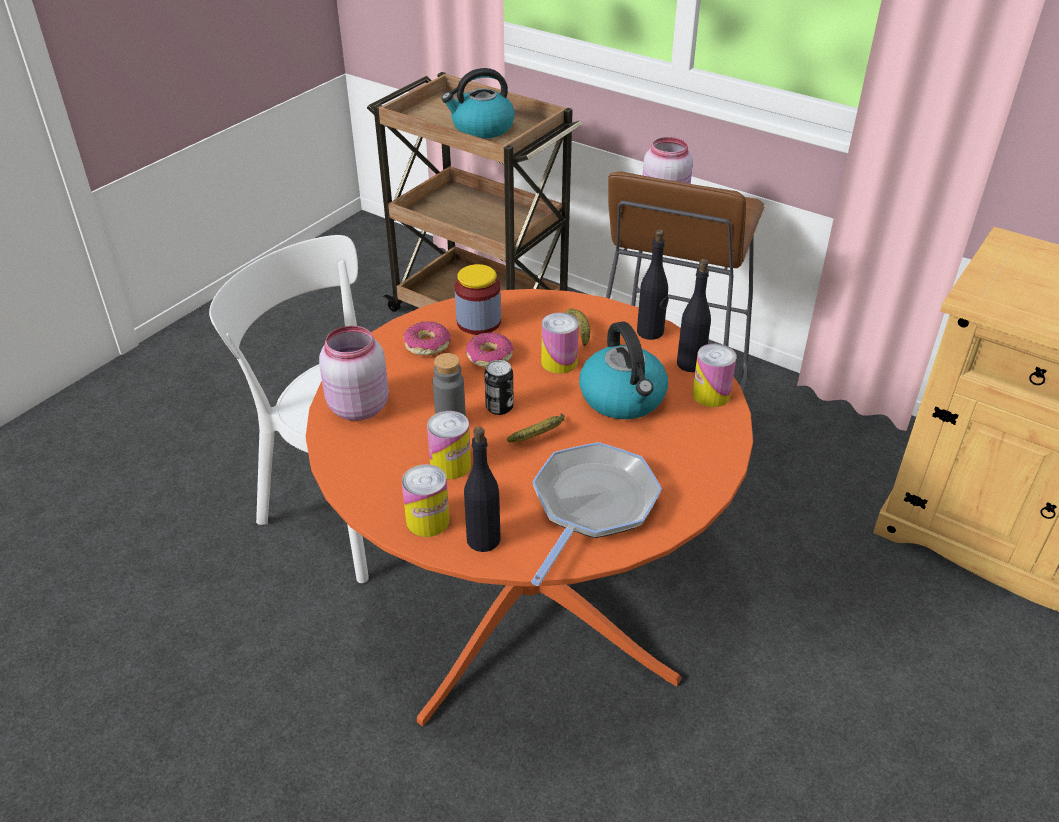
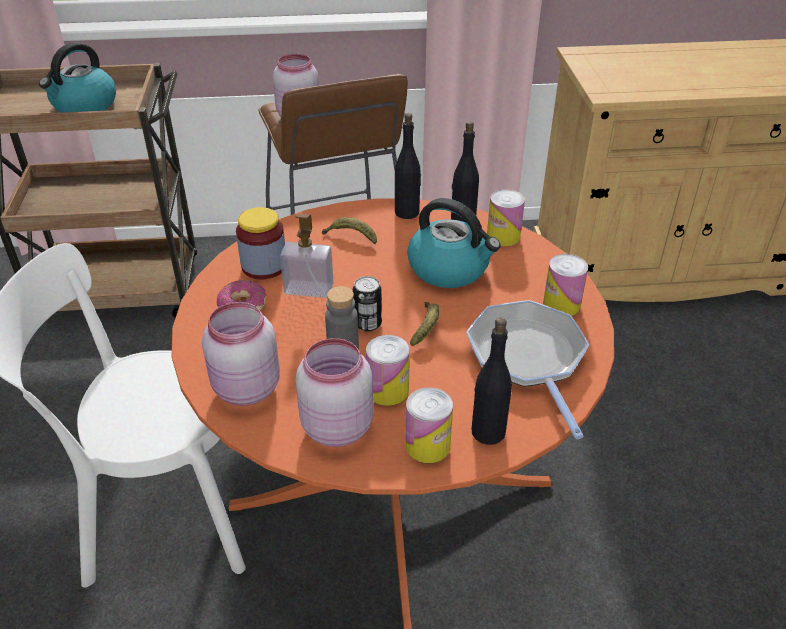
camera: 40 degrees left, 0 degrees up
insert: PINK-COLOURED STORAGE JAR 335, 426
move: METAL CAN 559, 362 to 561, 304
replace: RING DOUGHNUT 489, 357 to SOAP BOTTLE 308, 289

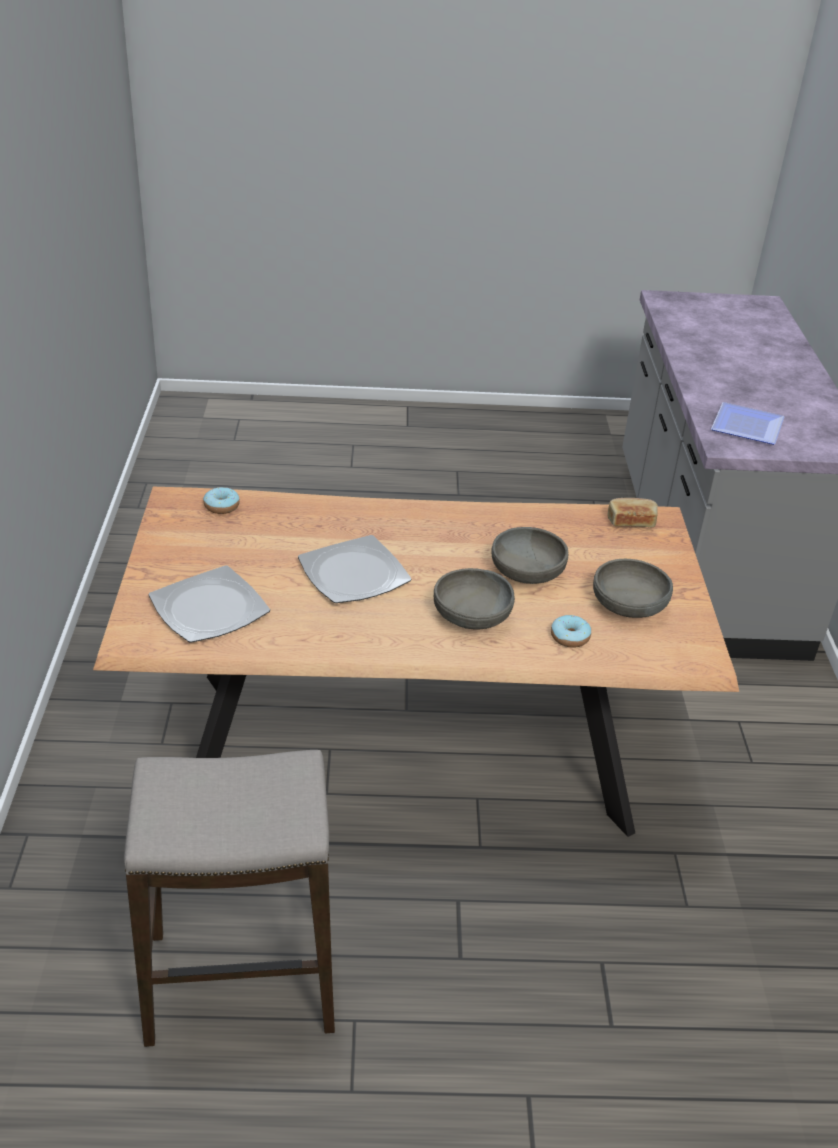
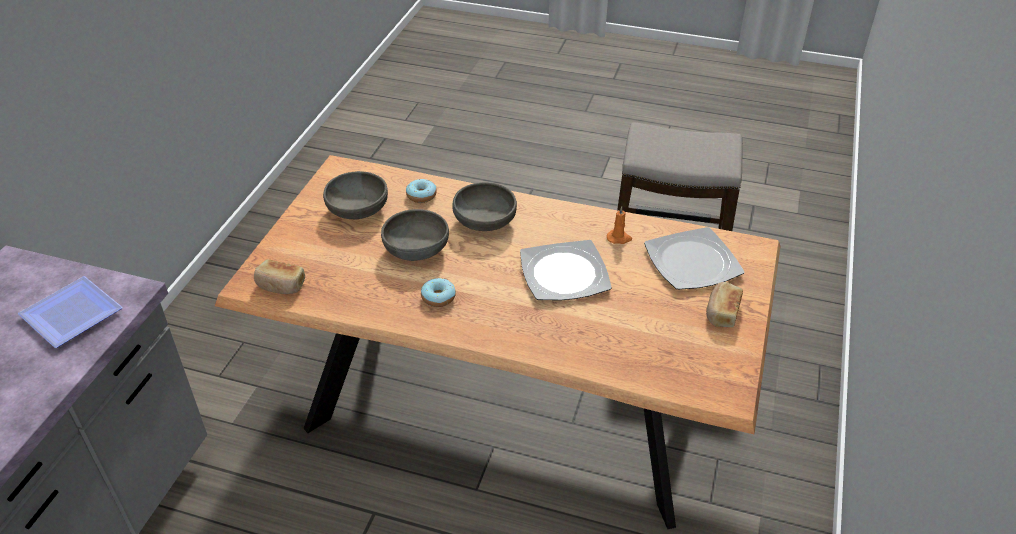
camera: 160 degrees left, 5 degrees up
insert: ORANGE-COLOURED WAX LIGHT 619, 238; BREAD 721, 312
move: RING DOUGHNUT 221, 506 to 438, 297

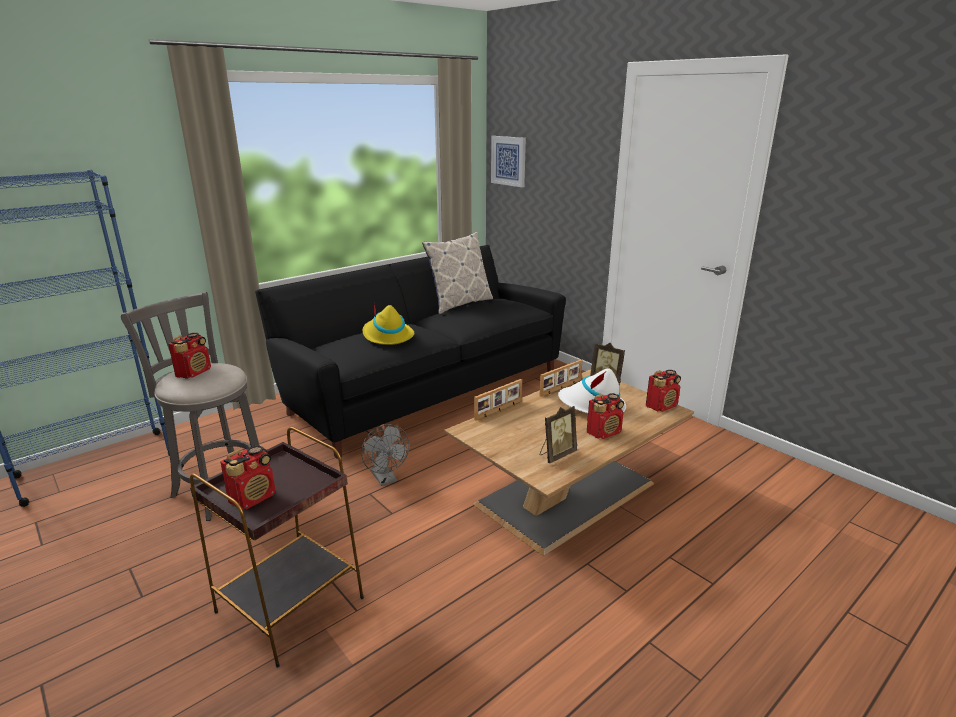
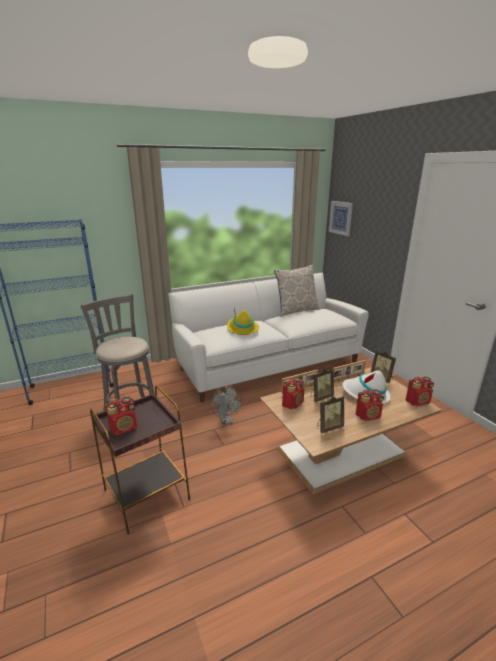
camera: 15 degrees right, 0 degrees up
insert: STANDING FRAME 320, 397
move: RADIO 194, 372 to 293, 403
recolor: BLACK-COLOURED COUCH 424, 389 to WHITISH COUCH 267, 363

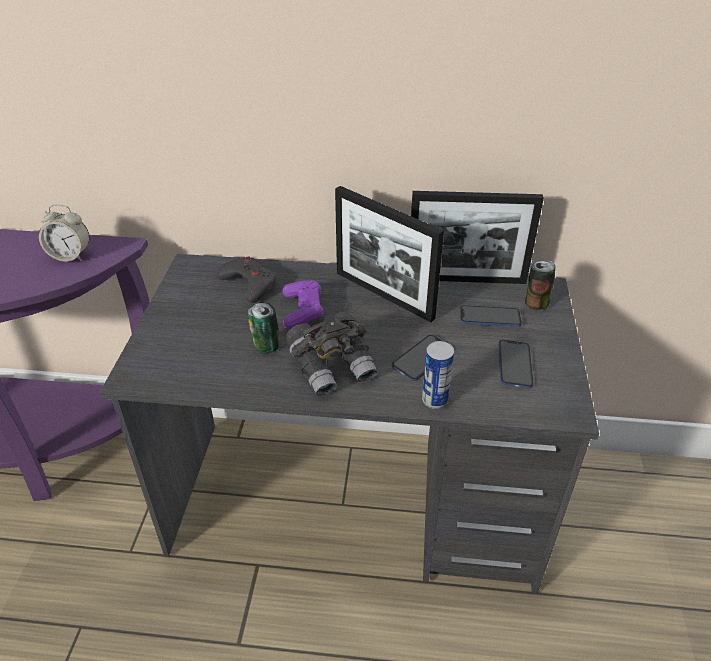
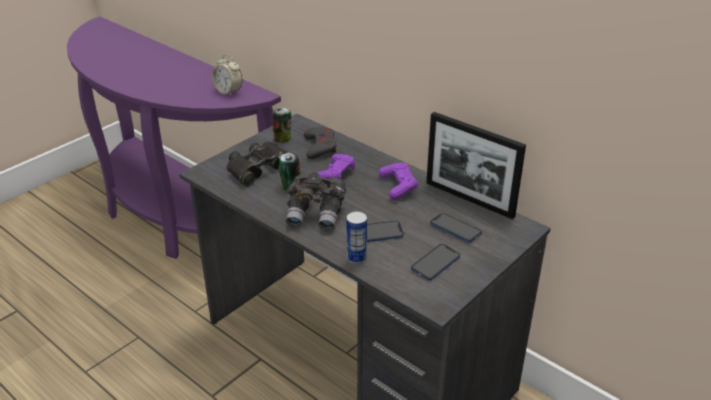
camera: 35 degrees right, 5 degrees down
insert: BLACK-COLOURED FIELD GLASSES 259, 168
move: METAL CAN 536, 303 to 283, 139
replace: STANDING FRAME 384, 295 to PURPLE-COLOURED JOYPAD 398, 186

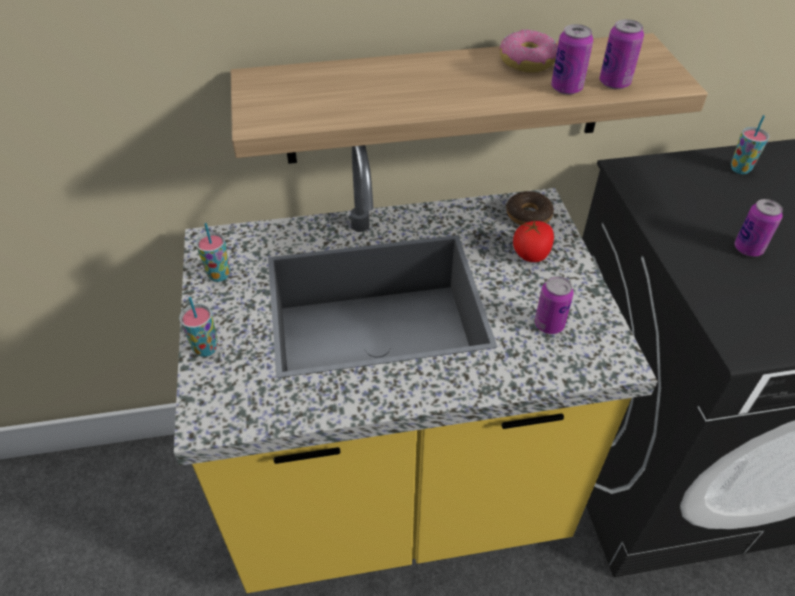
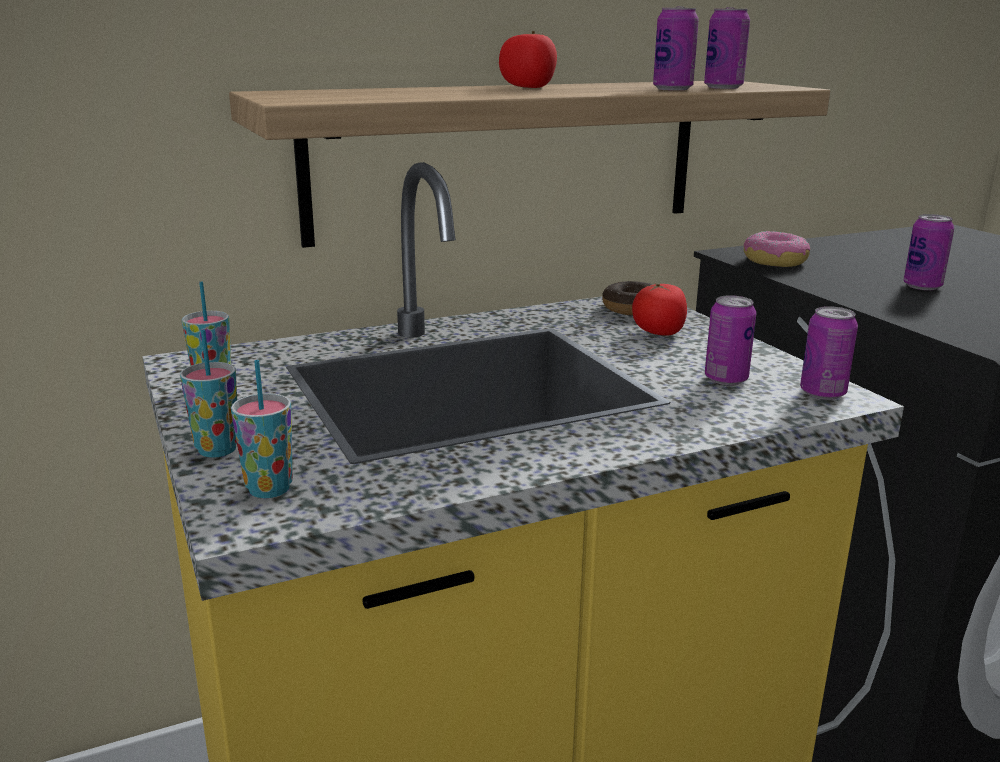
camera: 15 degrees left, 25 degrees down
insert: FRESH TOMATO 528, 87; METAL CAN 822, 393
move: SMALL CUP 740, 169 to 269, 489; RING DOUGHNUT 526, 61 to 774, 261

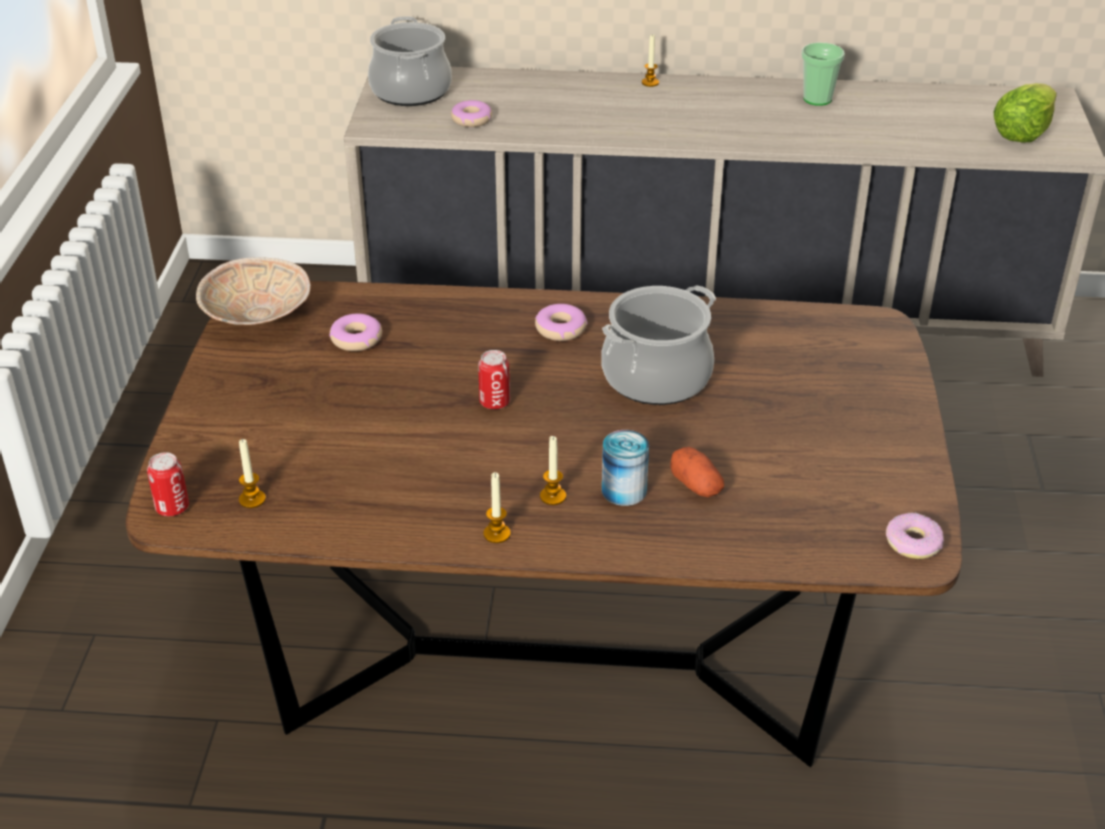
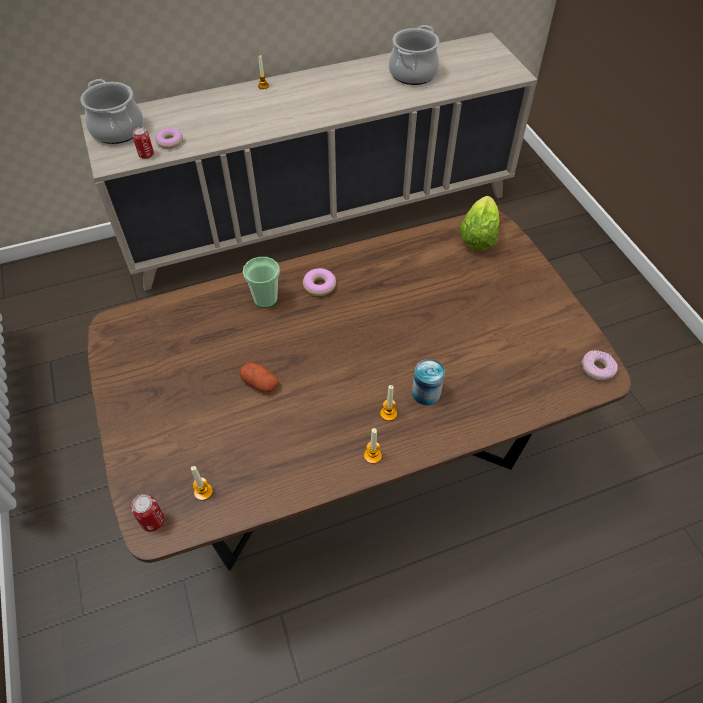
camera: 25 degrees left, 15 degrees up
delete: BEIGE BOWL 257, 317; RING DOUGHNUT 356, 339
move: METAL CAN 494, 402 to 146, 155; SPUD 696, 485 to 260, 383; SMALL CUP 817, 99 to 265, 299; COOKING POT 656, 377 to 412, 73; LETTUCE HEAD 1021, 134 to 478, 237

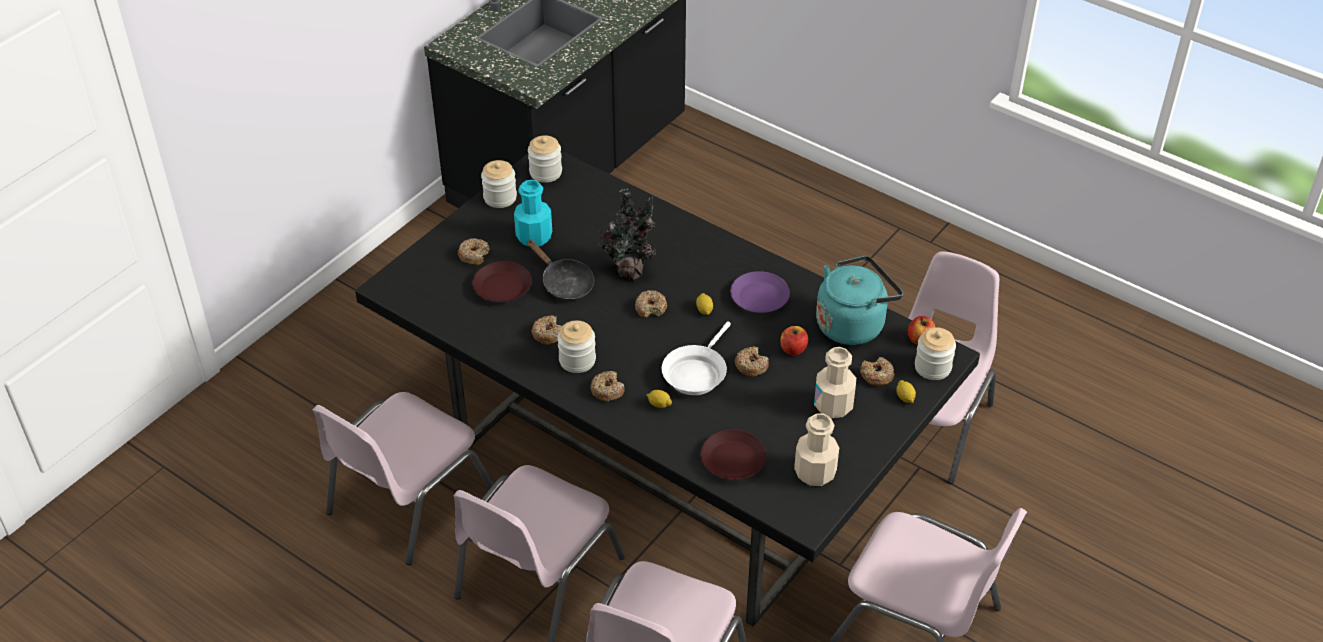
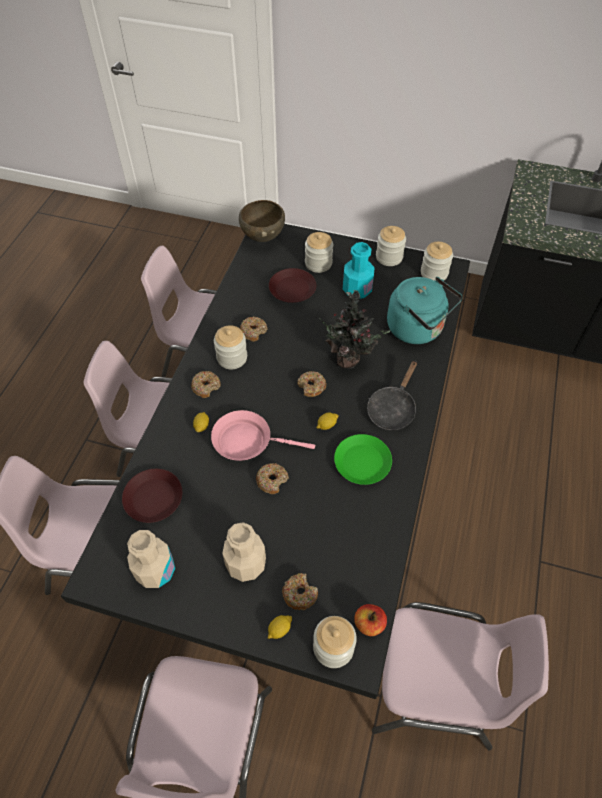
camera: 70 degrees right, 10 degrees up
delete: WHOLE APPLE 793, 349
insert: BROWNISH BOWL 263, 237
move: BLACK-COLOURED PAN 564, 283 to 392, 409; BLUE-GREEN WATER KETTLE 853, 324 to 418, 329
replace: RING DOUGHNUT 474, 255 to STORAGE JAR 318, 263
recolor: WHITISH PAN 696, 373 to PINK-COLOURED PAN 247, 441; PURPLE-COLOURED PLATE 759, 297 to GREEN-COLOURED PLATE 362, 462

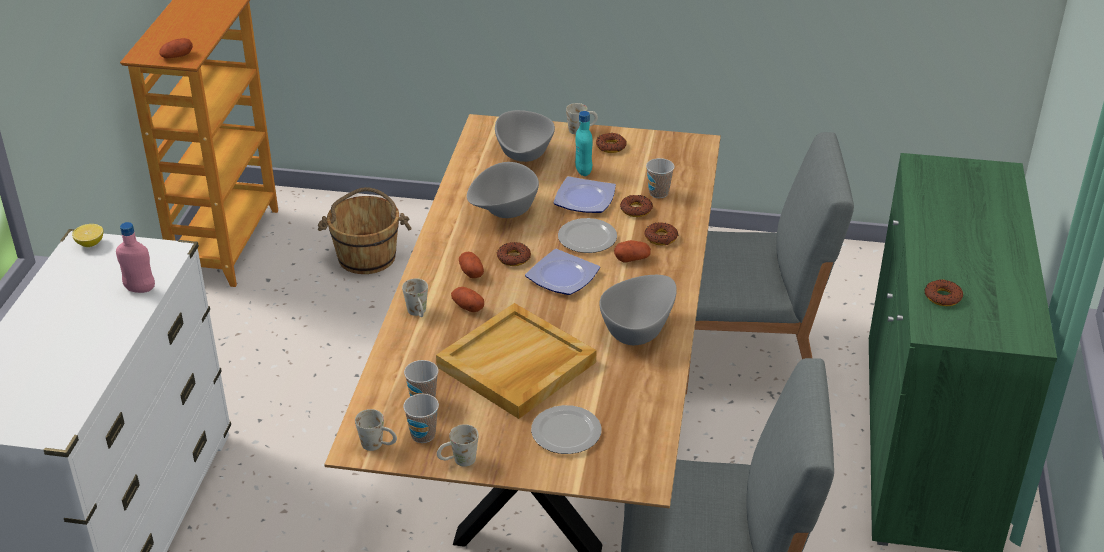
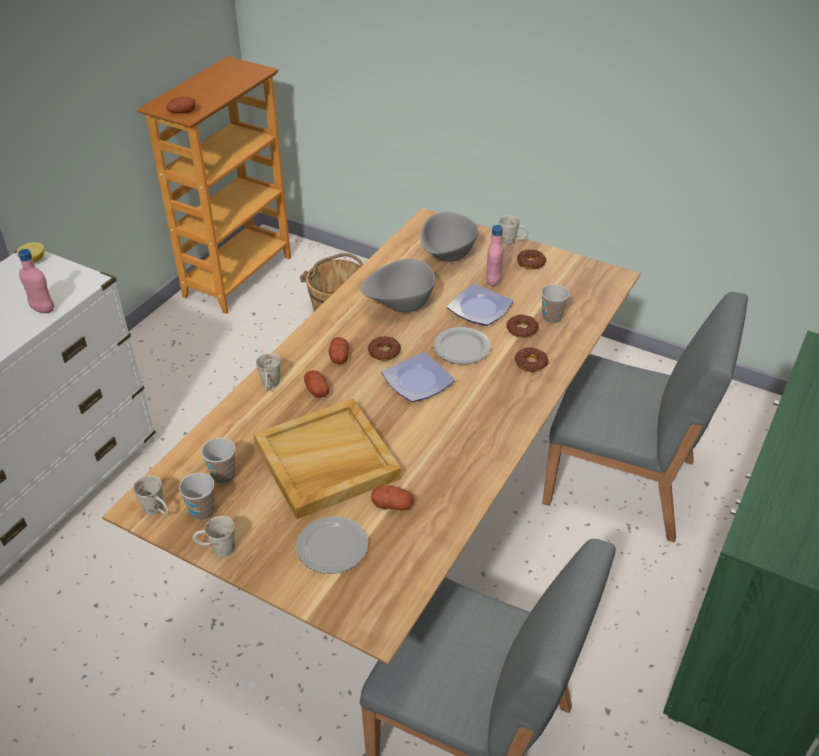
camera: 20 degrees right, 5 degrees up
delete: GRAY BOWL 638, 330; RING DOUGHNUT 942, 297
move: SPUD 632, 258 to 392, 505
recolor: BLUE-GREEN DRINK BOTTLE 583, 171 to PINK-COLOURED DRINK BOTTLE 493, 281

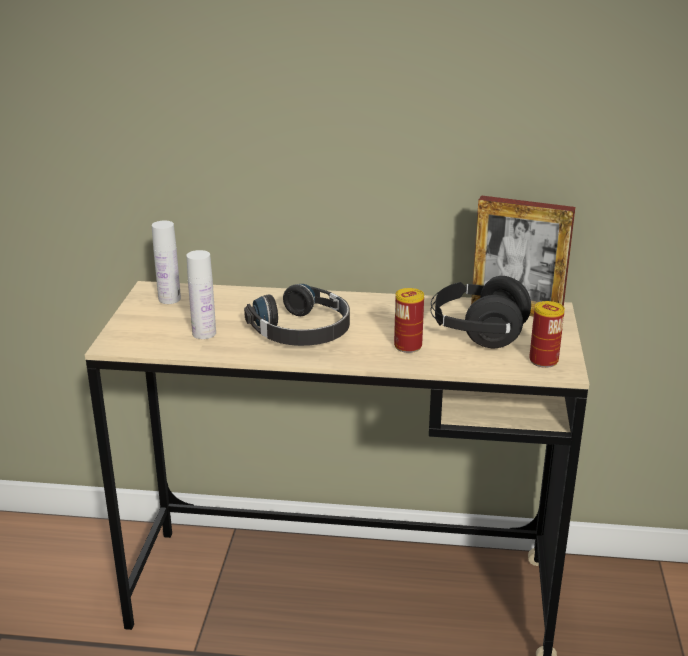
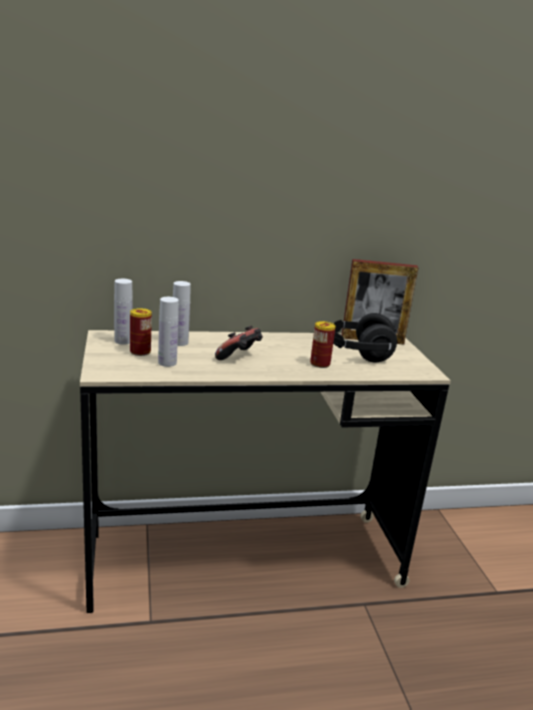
camera: 20 degrees left, 5 degrees down
insert: WHITISH DRINK BOTTLE 179, 342
move: METAL CAN 543, 361 to 140, 352
replace: BLACK-COLOURED HEADSET 303, 330 to JOYPAD 239, 357

